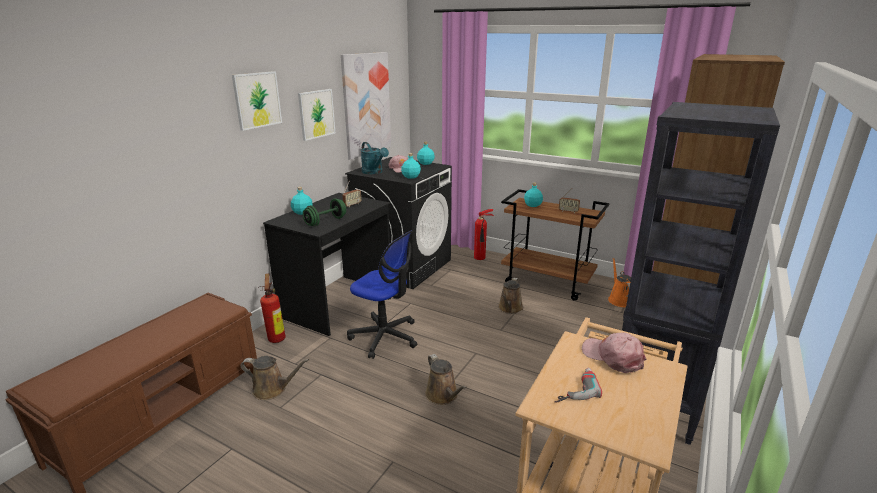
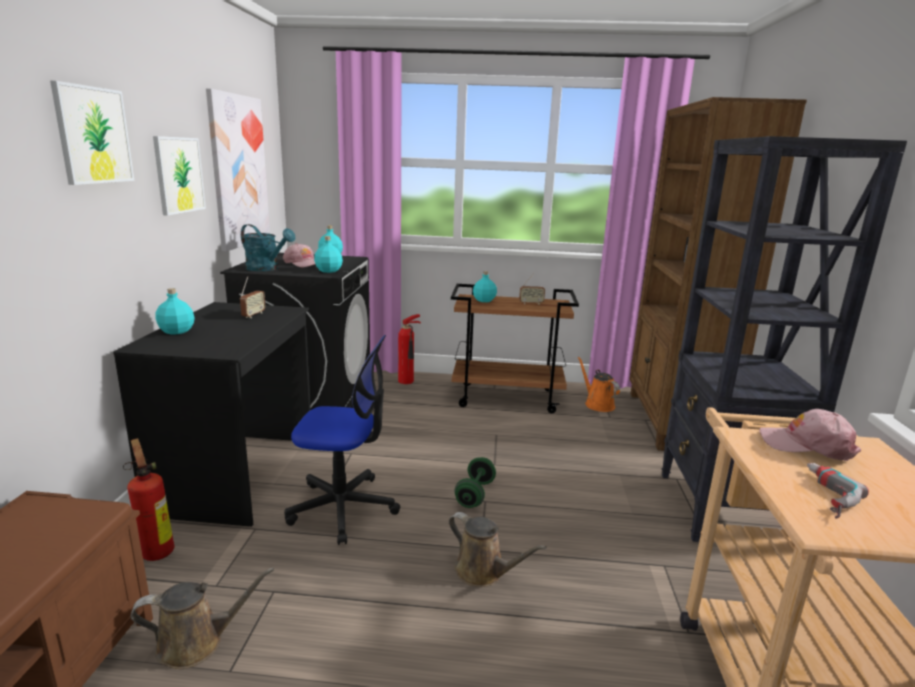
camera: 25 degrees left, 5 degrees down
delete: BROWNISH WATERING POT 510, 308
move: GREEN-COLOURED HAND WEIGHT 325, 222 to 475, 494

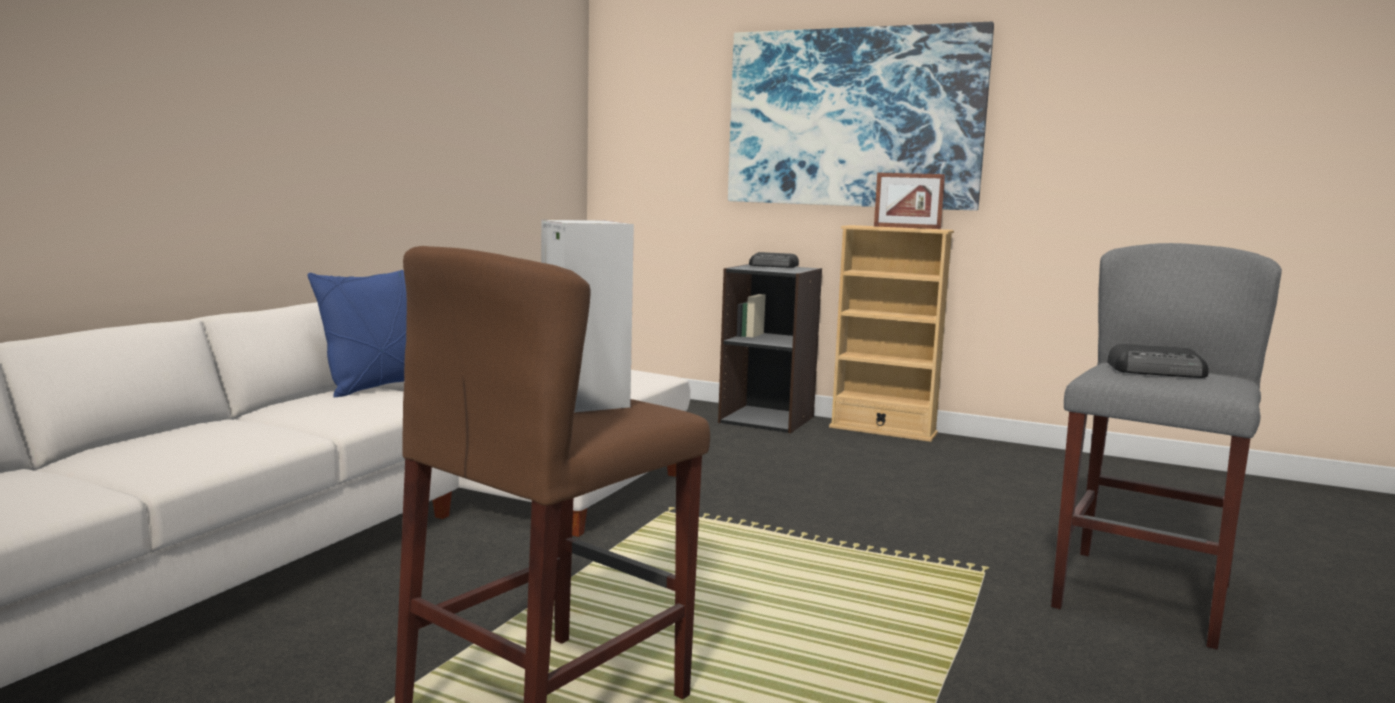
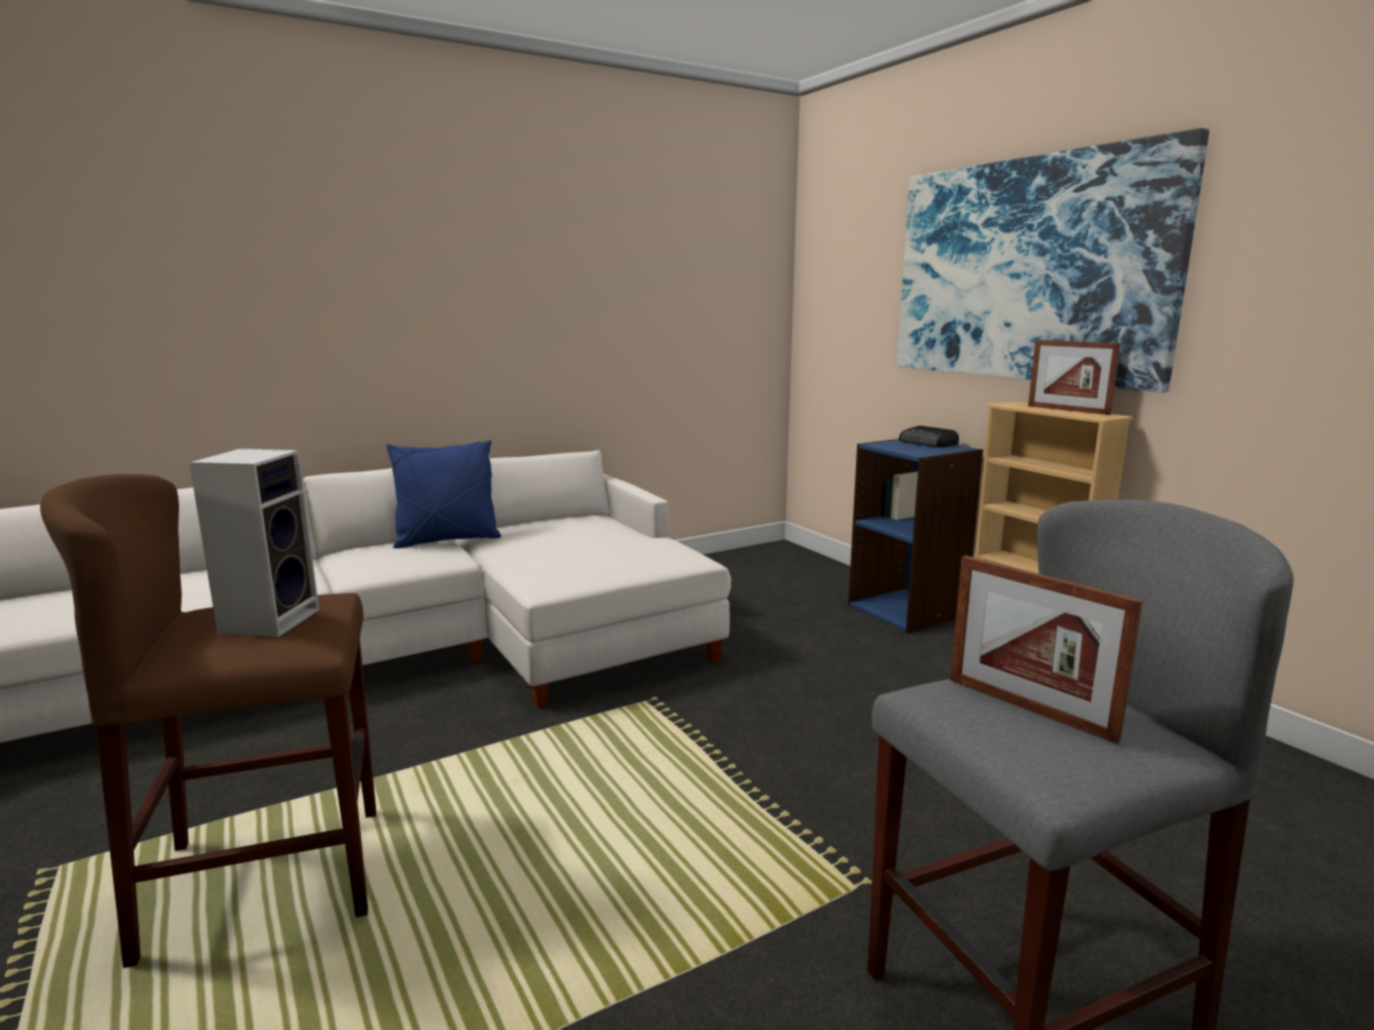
camera: 35 degrees right, 5 degrees up
replace: RADIO 1158, 371 to STANDING FRAME 1029, 708
recolor: BLACK-COLOURED SHELVING UNIT 767, 419 to BLUE SHELVING UNIT 907, 610

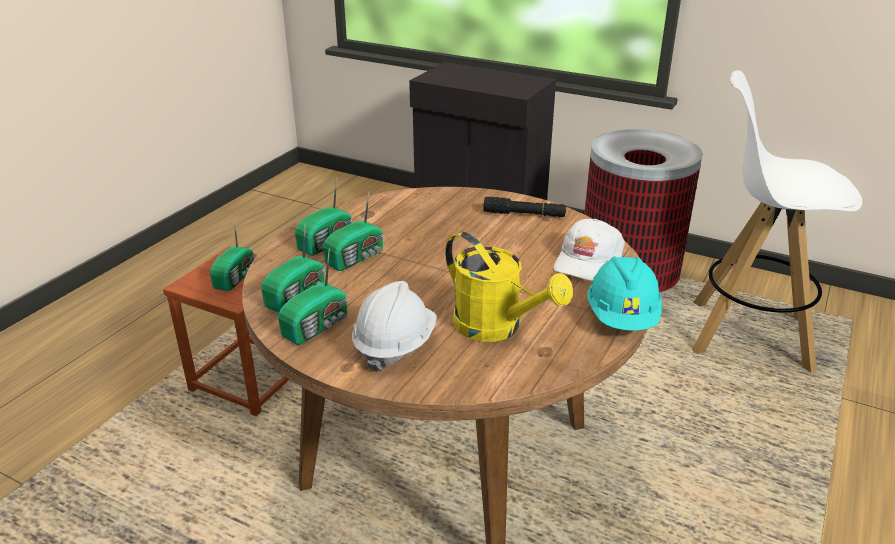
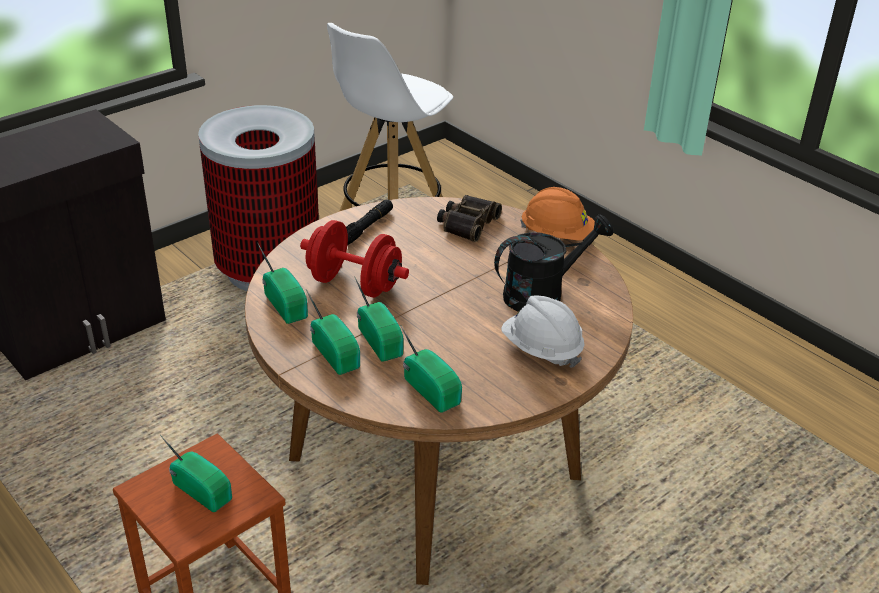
camera: 70 degrees left, 5 degrees up
insert: RED HAND WEIGHT 354, 284
move: RADIO 318, 326 to 286, 305
replace: WHITISH BASEBALL CAP 587, 260 to FIELD GLASSES 467, 223
recolor: YELLOW-COLOURED WATERING POT 497, 328 to BLACK-COLOURED WATERING POT 542, 294; BLUE-GREEN WORK HELMET 622, 317 to ORANGE-COLOURED WORK HELMET 557, 235

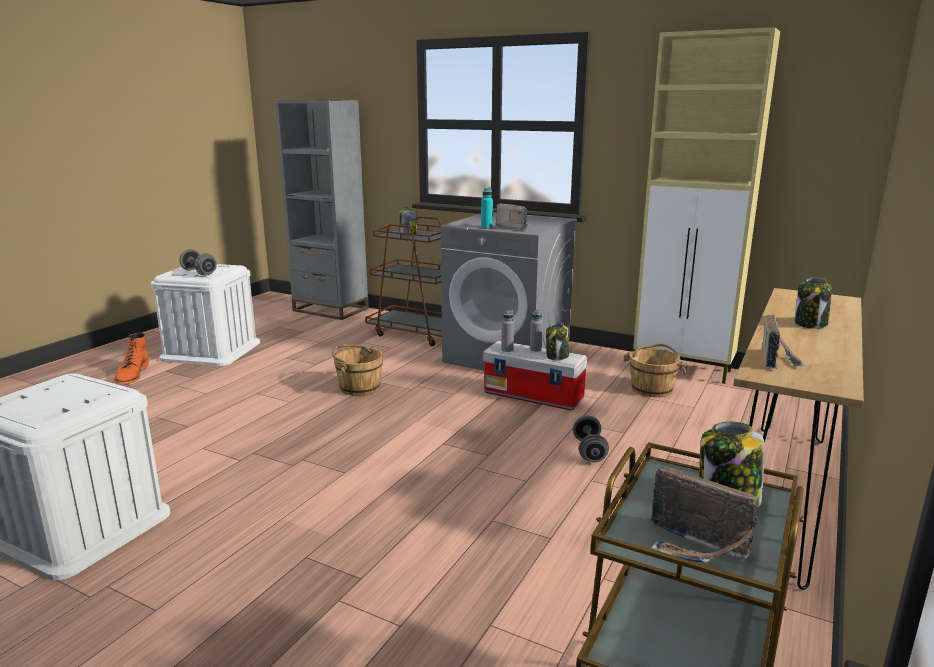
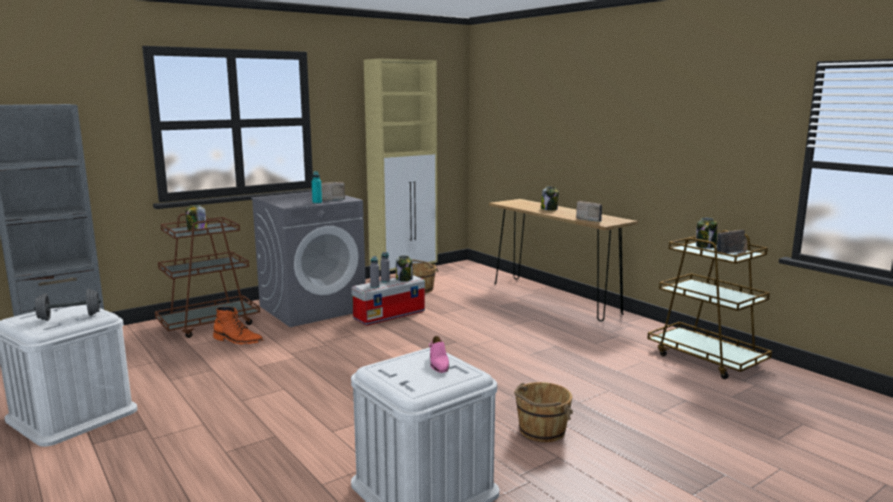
camera: 65 degrees left, 5 degrees down
delete: GRAY HAND WEIGHT 589, 451
insert: PINK-COLOURED SHOE 438, 364
move: ORANGE-COLOURED TALL BOOT 132, 375 to 238, 341; BROWNISH WATER BUCKET 359, 387 to 541, 431

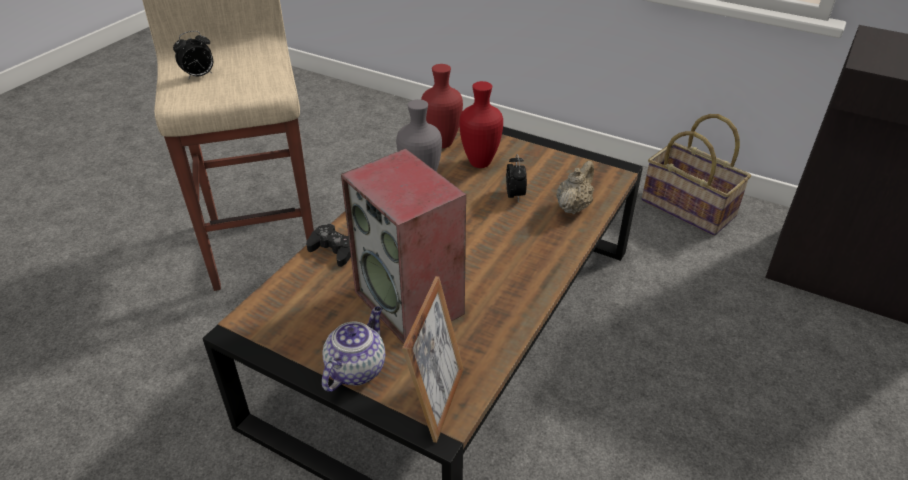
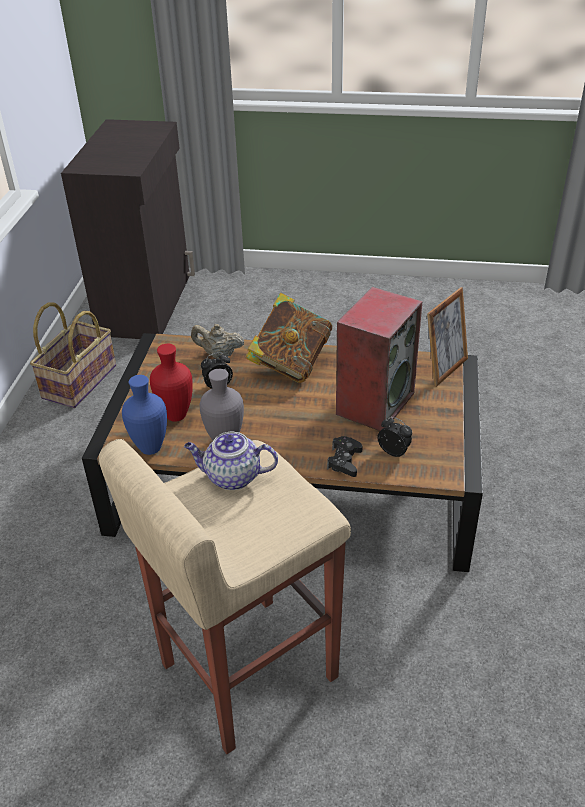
camera: 110 degrees left, 0 degrees up
insert: BOUND BOOK 290, 363
move: TEA POT 356, 368 to 232, 477; BEDSIDE CLOCK 199, 76 to 394, 452
recolor: RED VASE 443, 144 to BLUE VASE 151, 447
rotate: STANDING FRAME 437, 401 = 444, 369 135 degrees clockwise

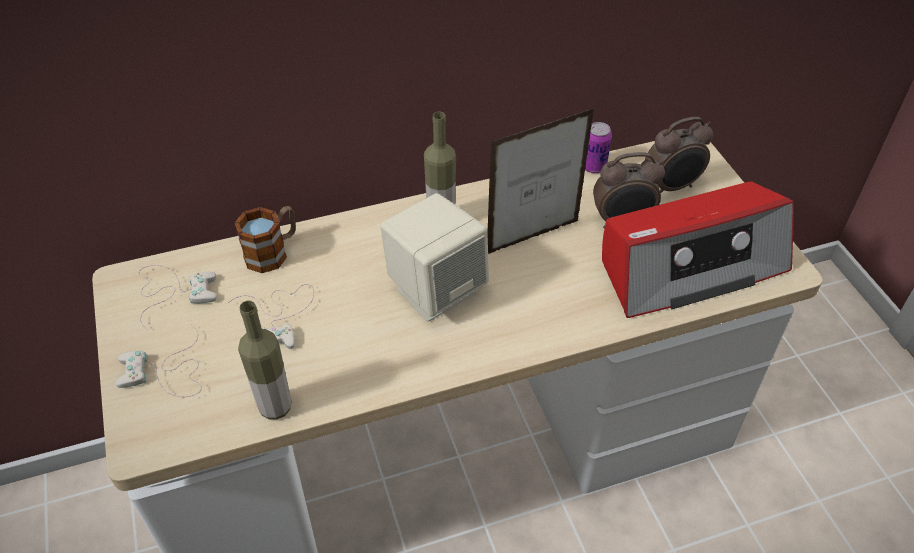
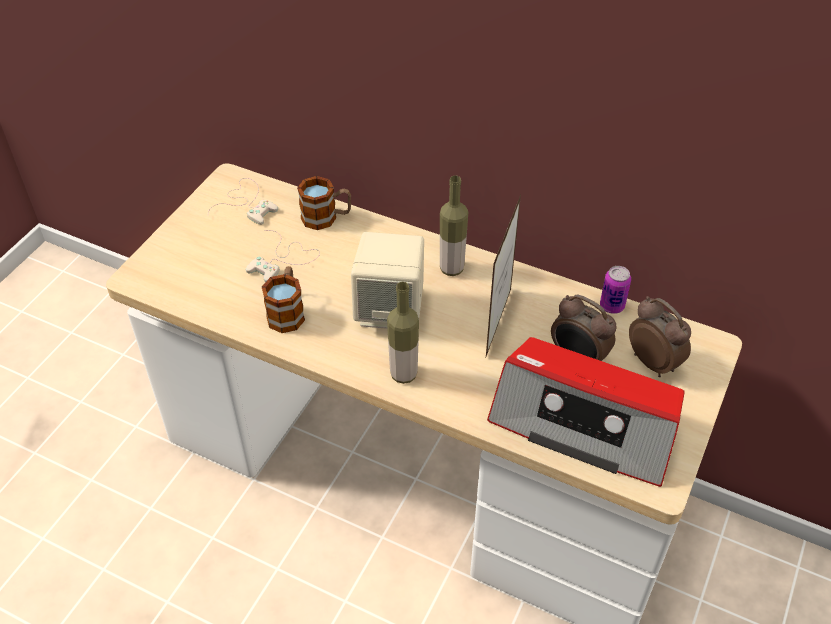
camera: 45 degrees right, 0 degrees up
delete: WHITISH JOYPAD 166, 372
insert: TEA MUG 287, 311
move: DRINK BOTTLE 275, 407 to 403, 374
rotate: STANDING FRAME 533, 237 = 498, 323 90 degrees clockwise; BEDSIDE CLOCK 672, 187 = 653, 362 150 degrees counterclockwise

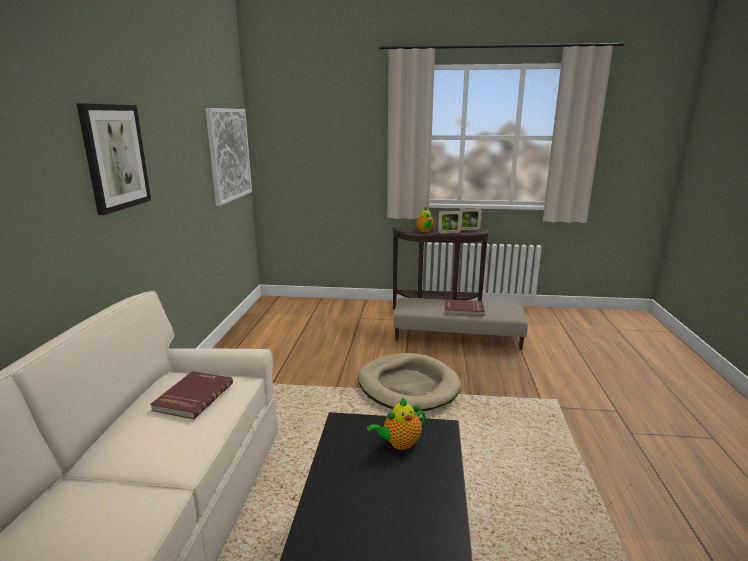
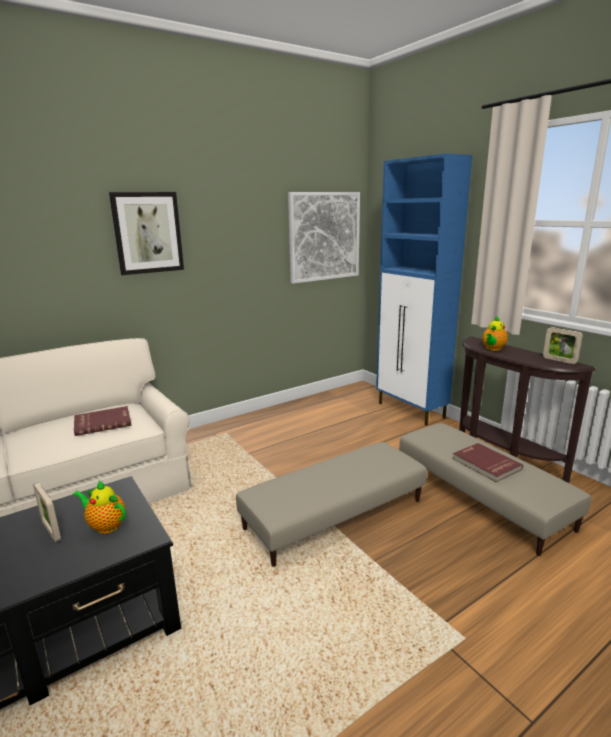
camera: 50 degrees right, 0 degrees up
insert: BLUE CABINET 411, 411
move: STANDING FRAME 449, 233 to 51, 531
replace: BEIGE DOG BED 408, 386 to BEIGE OTTOMAN 334, 514

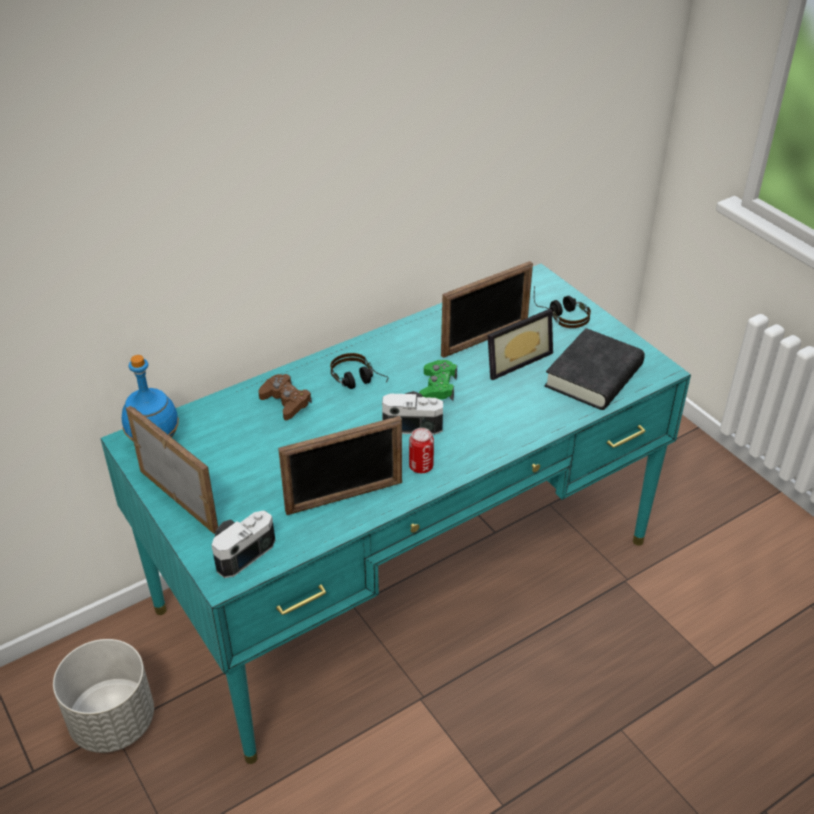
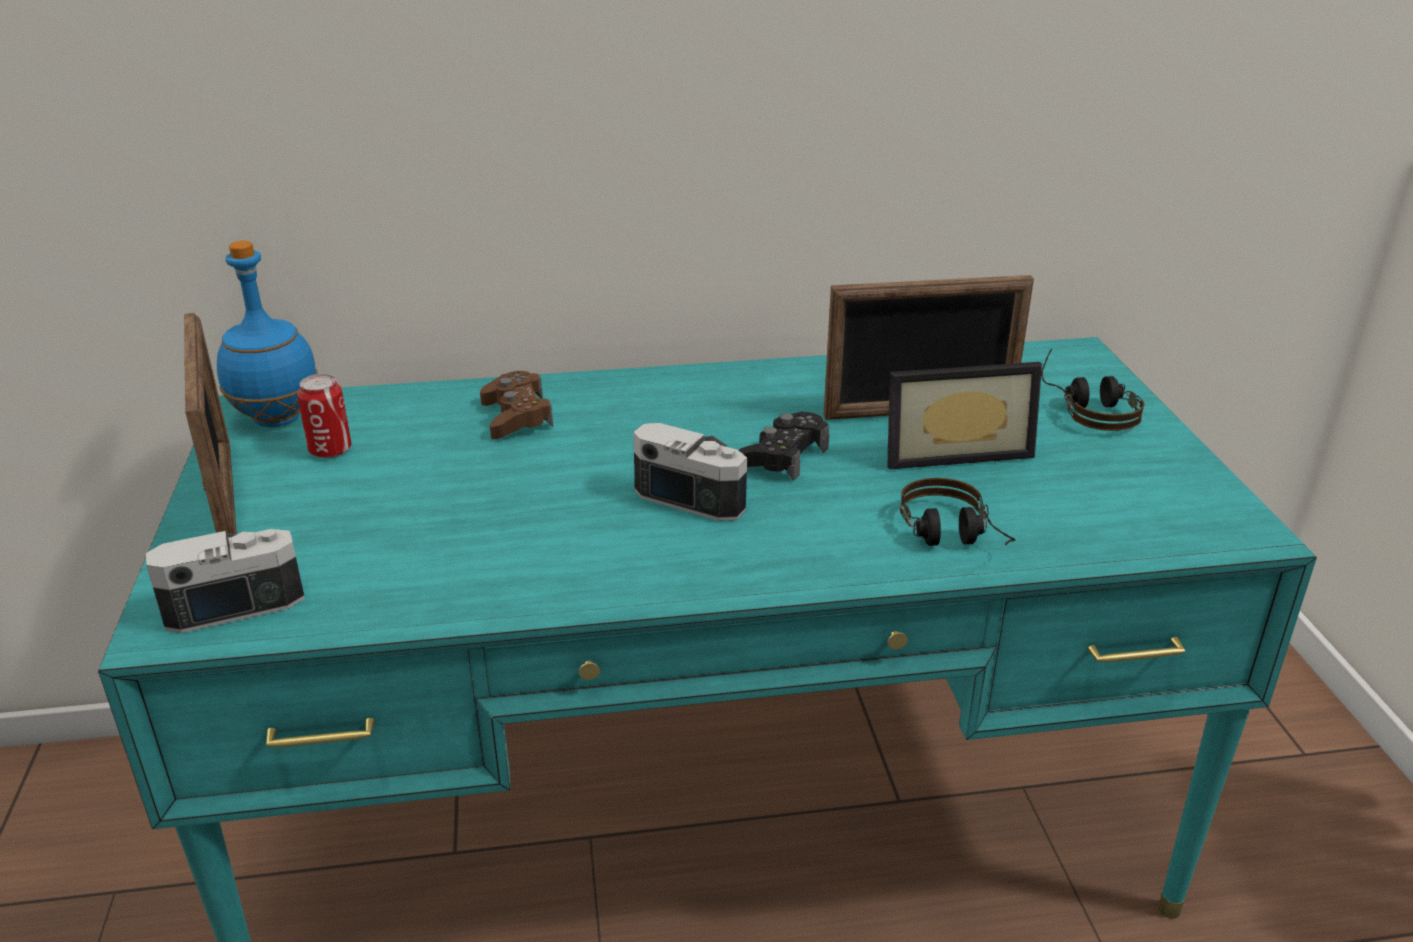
camera: 25 degrees right, 10 degrees down
delete: GRAY FLOWER POT 114, 722; STANDING FRAME 344, 497; BLACK-COLOURED BOUND BOOK 594, 376
move: METAL CAN 421, 466 to 330, 450; HEADSET 359, 382 to 953, 539
recolor: GREEN-COLOURED JOYPAD 438, 387 to BLACK-COLOURED JOYPAD 783, 456

